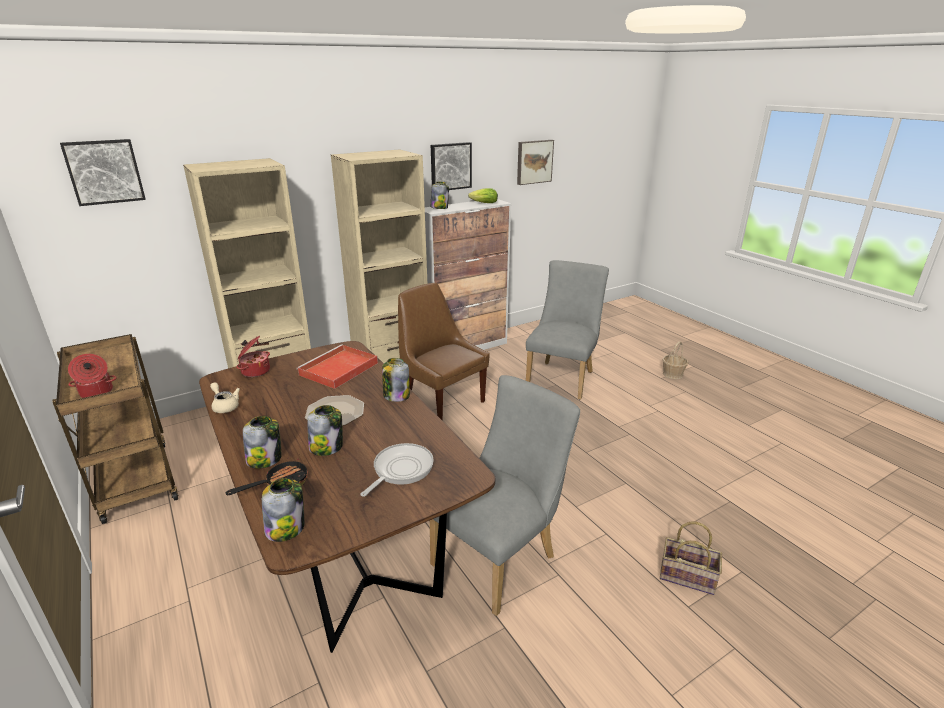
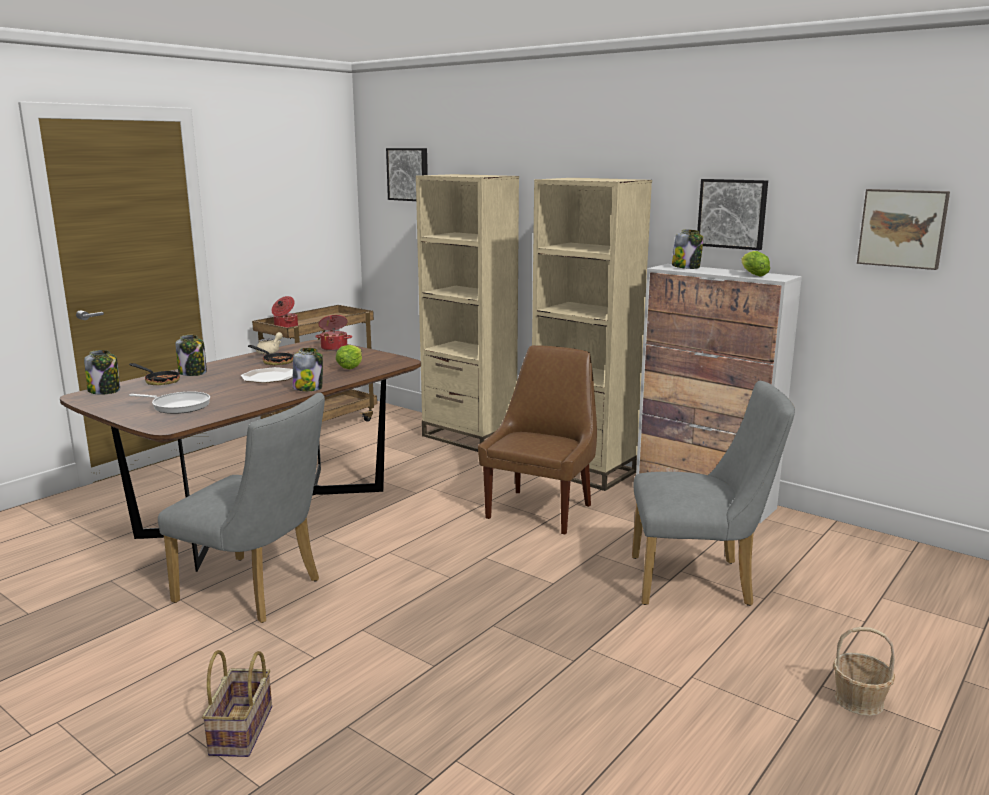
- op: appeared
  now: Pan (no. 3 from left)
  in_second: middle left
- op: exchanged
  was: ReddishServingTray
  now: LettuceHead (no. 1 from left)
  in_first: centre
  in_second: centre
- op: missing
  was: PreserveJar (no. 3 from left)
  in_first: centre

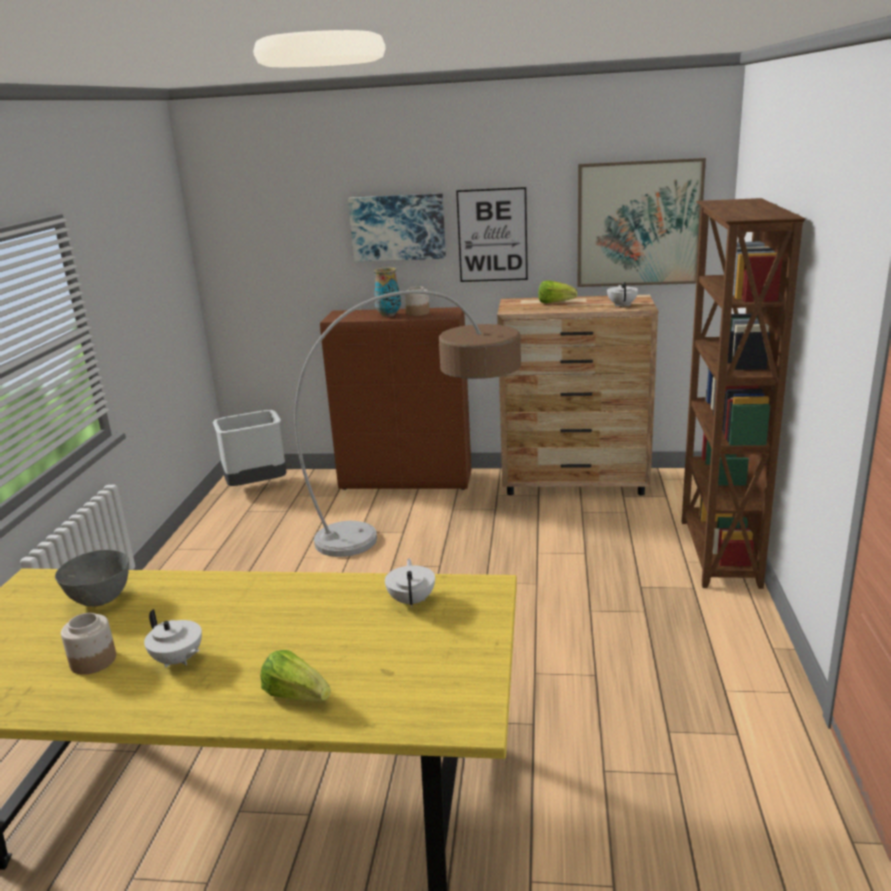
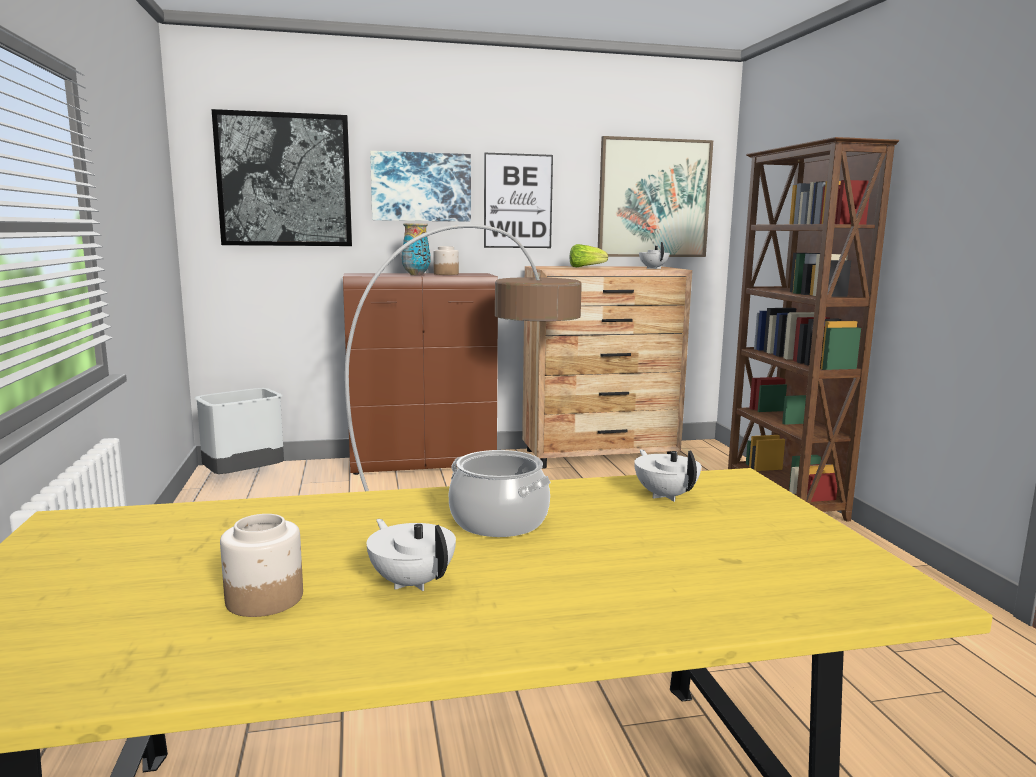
- op: appeared
  now: Picture (no. 1 from left)
  in_second: top left
- op: spun
  was: WhitishPotForTea (no. 1 from left)
  in_first: bottom left
  in_second: bottom centre
  clockwise: -150
- op: appeared
  now: CookingPot
  in_second: centre
- op: missing
  was: GreyishBowl
  in_first: middle left
- op: missing
  was: LettuceHead (no. 1 from left)
  in_first: bottom left

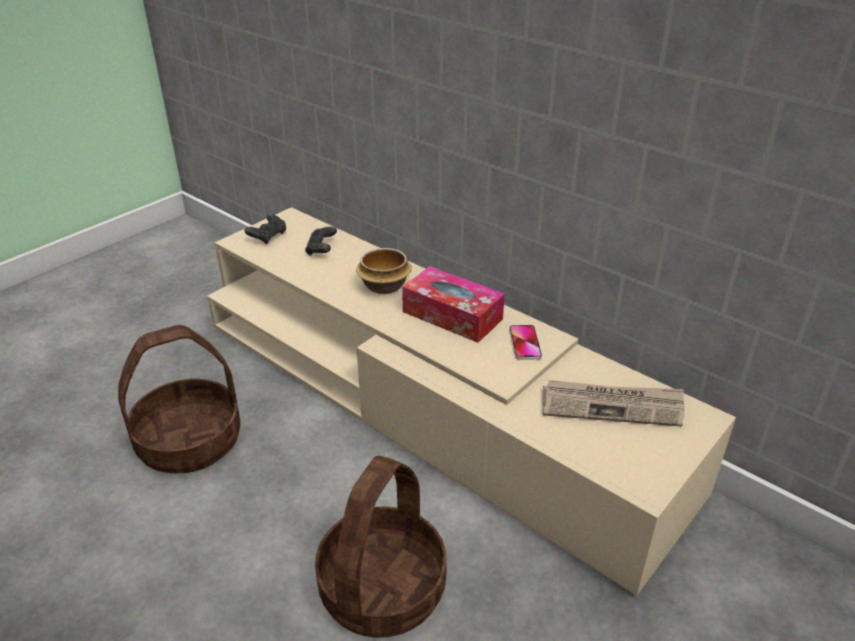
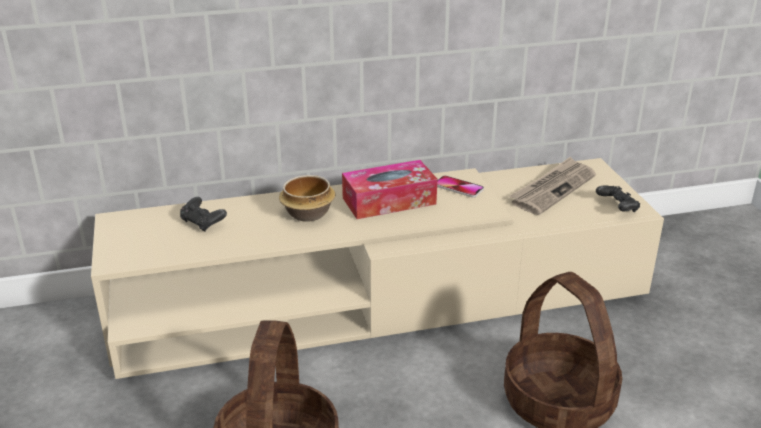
- op: relocated
  was: BlackishJoypad (no. 1 from left in the first image)
  now: BlackishJoypad (no. 2 from left)
  in_first: middle left
  in_second: middle right

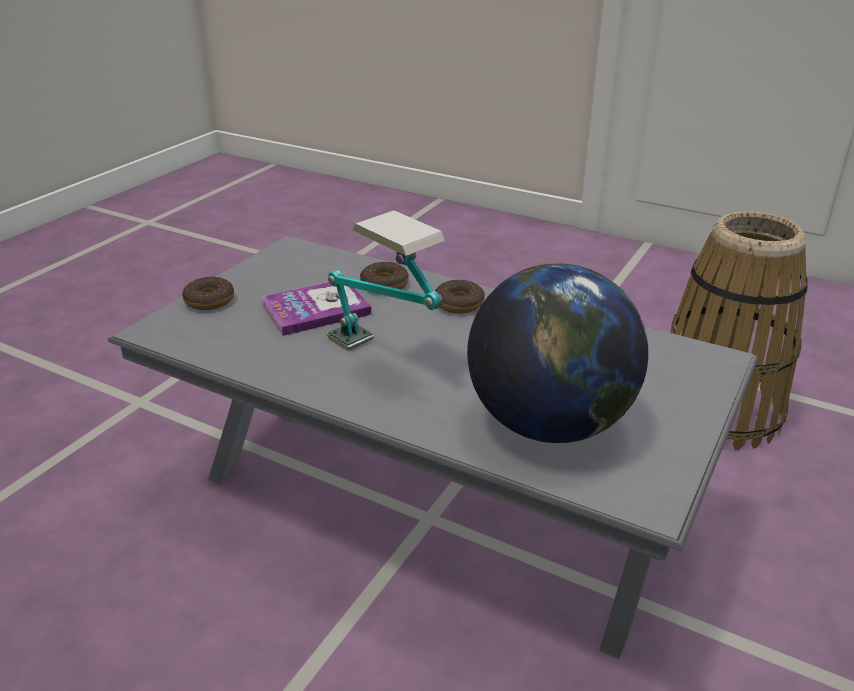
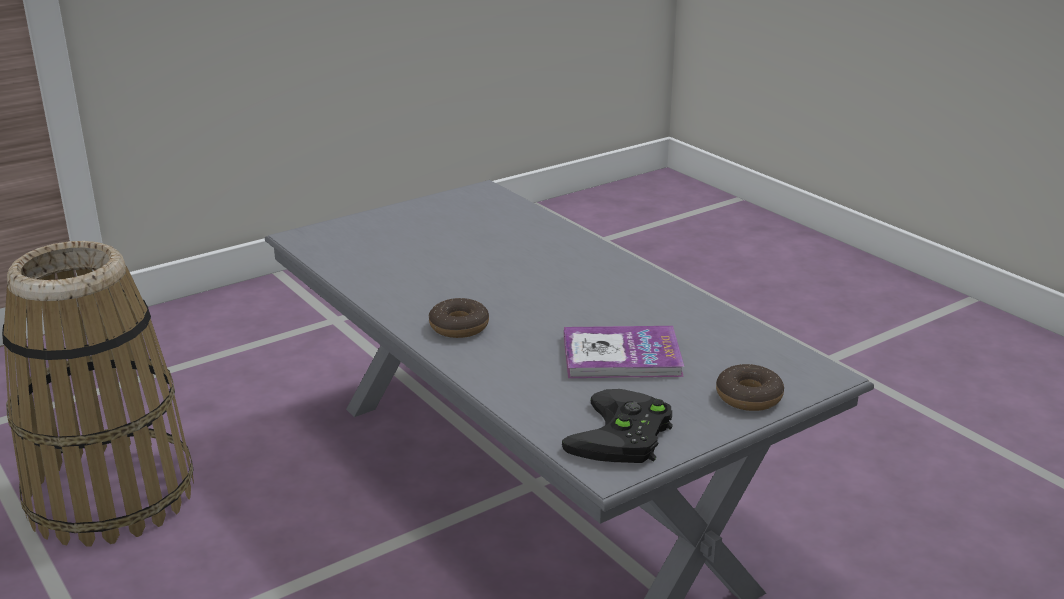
- op: appeared
  now: BlackishJoypad
  in_second: bottom centre
- op: missing
  was: TabletopLamp
  in_first: centre
- op: missing
  was: Doughnut (no. 2 from left)
  in_first: centre
- op: missing
  was: DeskGlobe
  in_first: centre

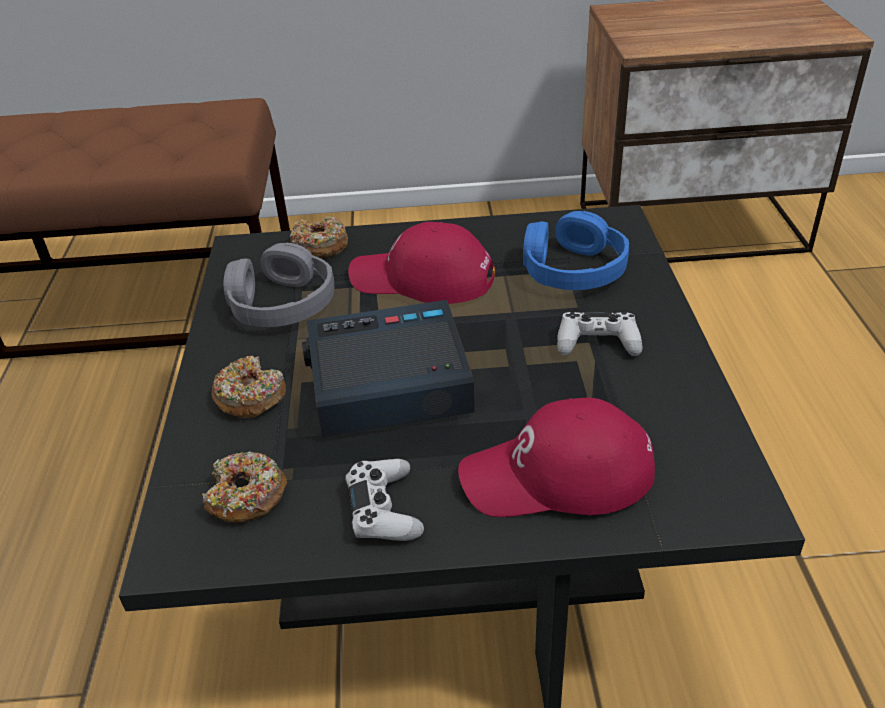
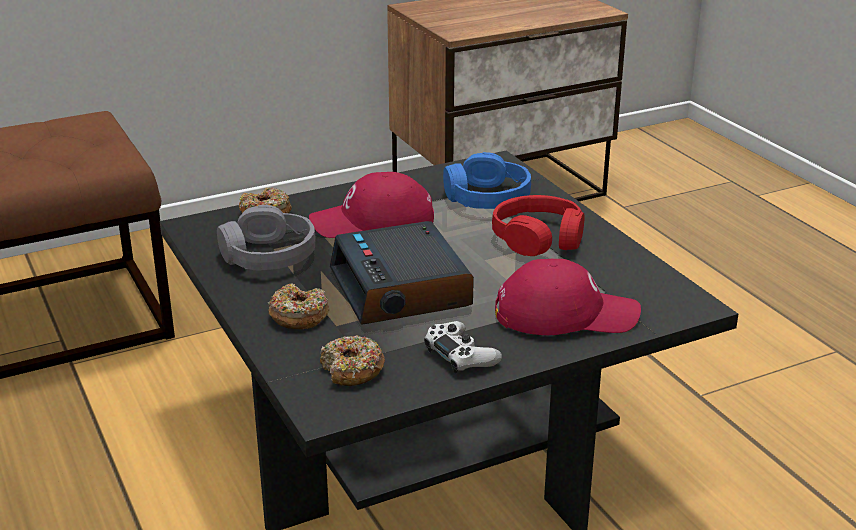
- op: spun
  was: BedsideClock
  in_first: centre
  in_second: centre
  clockwise: -75
- op: exchanged
  was: WhitishJoypad (no. 2 from left)
  now: ReddishHeadphones
  in_first: middle right
  in_second: centre
- op: spun
  was: ReddishPeakedCap (no. 2 from left)
  in_first: centre
  in_second: centre
  clockwise: -150

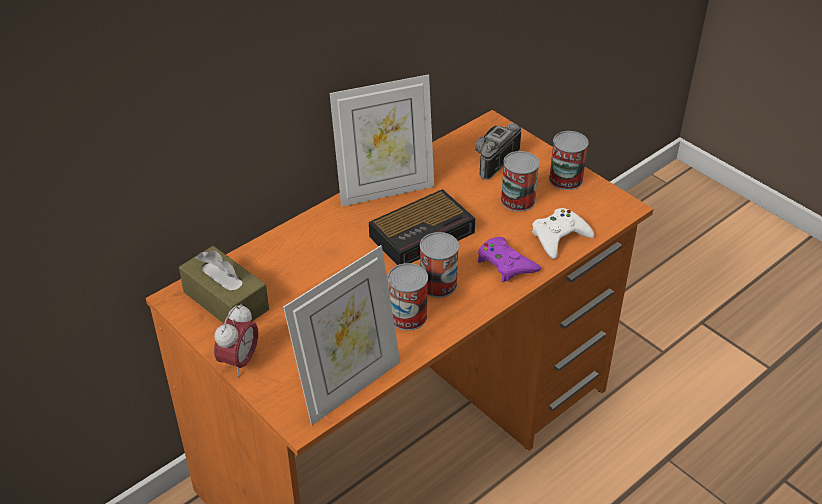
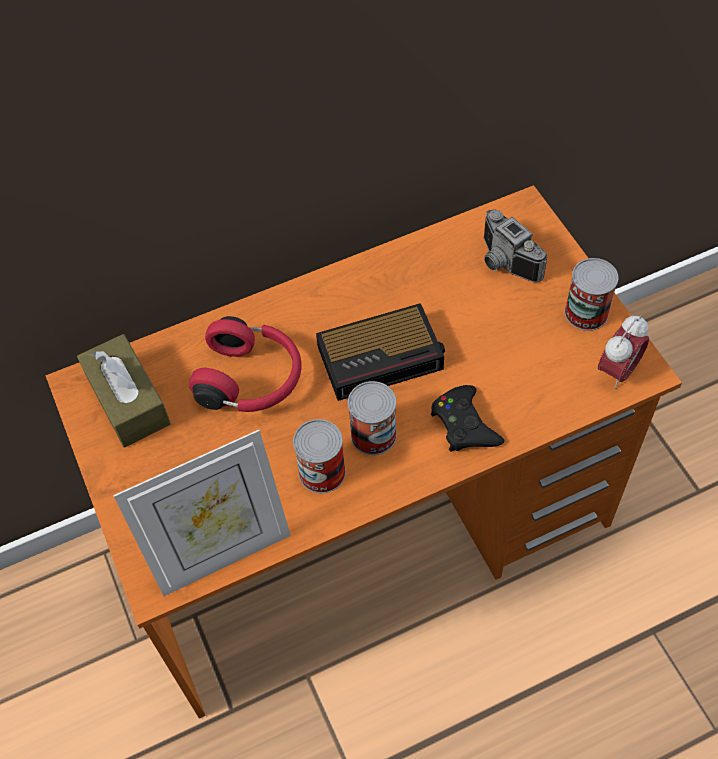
- op: appeared
  now: ReddishHeadphones
  in_second: centre
- op: colour
  was: PurplishJoypad
  now: BlackishJoypad
  in_first: centre
  in_second: centre
- op: spun
  was: PhotoCamera
  in_first: top centre
  in_second: top right
  clockwise: -90
- op: relocated
  was: BedsideClock (no. 1 from left in the first image)
  now: BedsideClock (no. 2 from left)
  in_first: bottom left
  in_second: middle right
- op: missing
  was: PictureFrame (no. 2 from left)
  in_first: top centre
- op: missing
  was: SealedCan (no. 3 from left)
  in_first: centre
- op: missing
  was: WhitishJoypad
  in_first: middle right

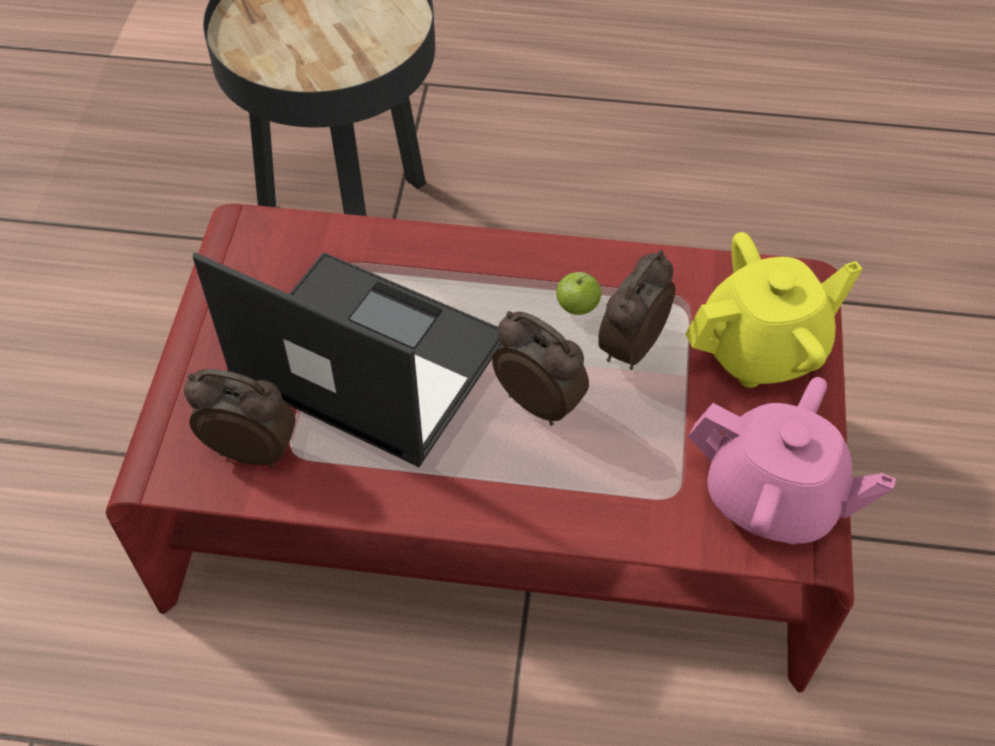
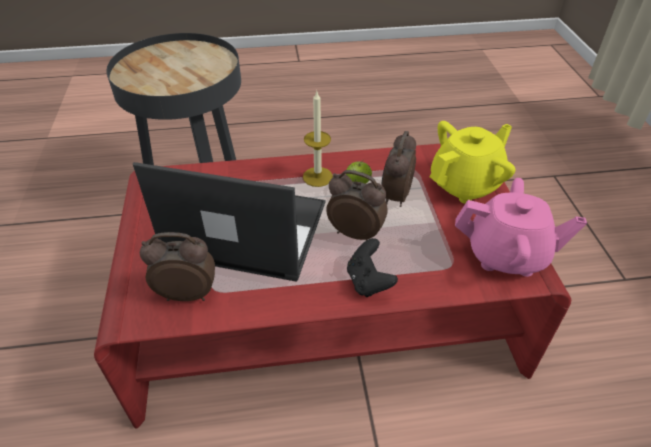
- op: appeared
  now: WaxLight
  in_second: top centre
- op: appeared
  now: BlackishJoypad
  in_second: centre

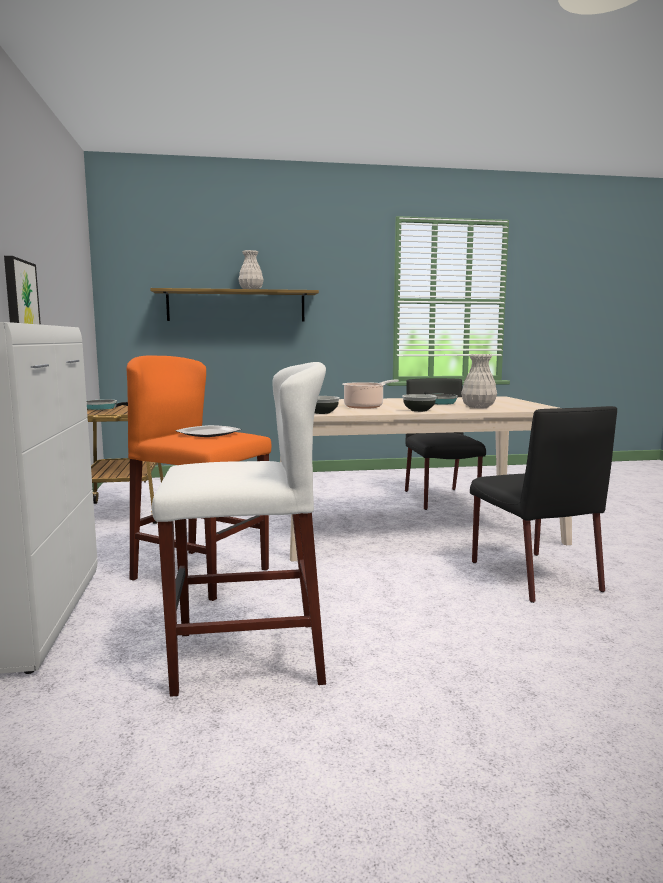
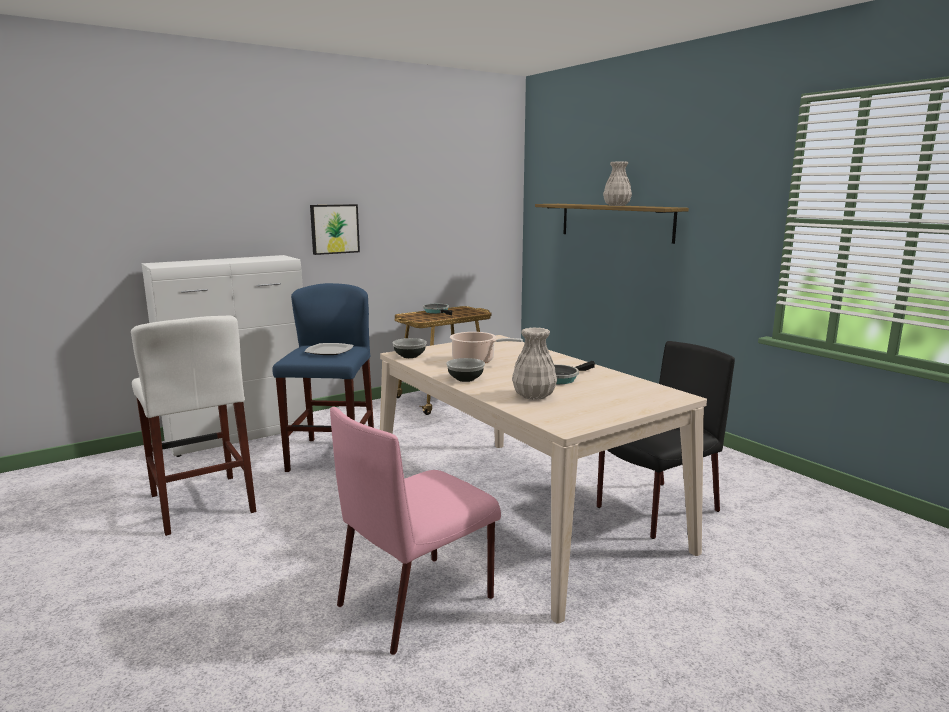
- op: colour
  was: OrangeSittingStool
  now: BluishSittingStool
  in_first: middle left
  in_second: centre
- op: colour
  was: BlackishUprightChair (no. 2 from left)
  now: PinkishUprightChair
  in_first: middle right
  in_second: bottom centre

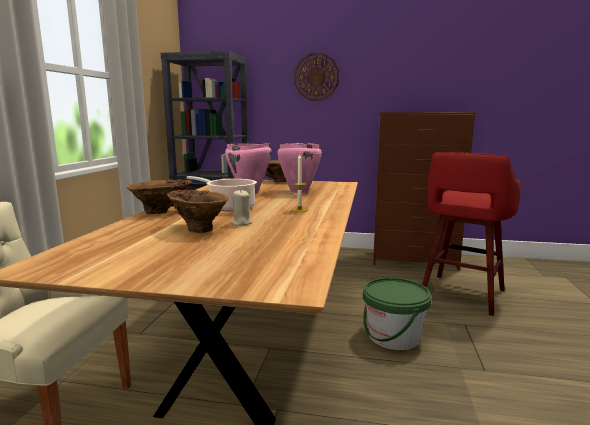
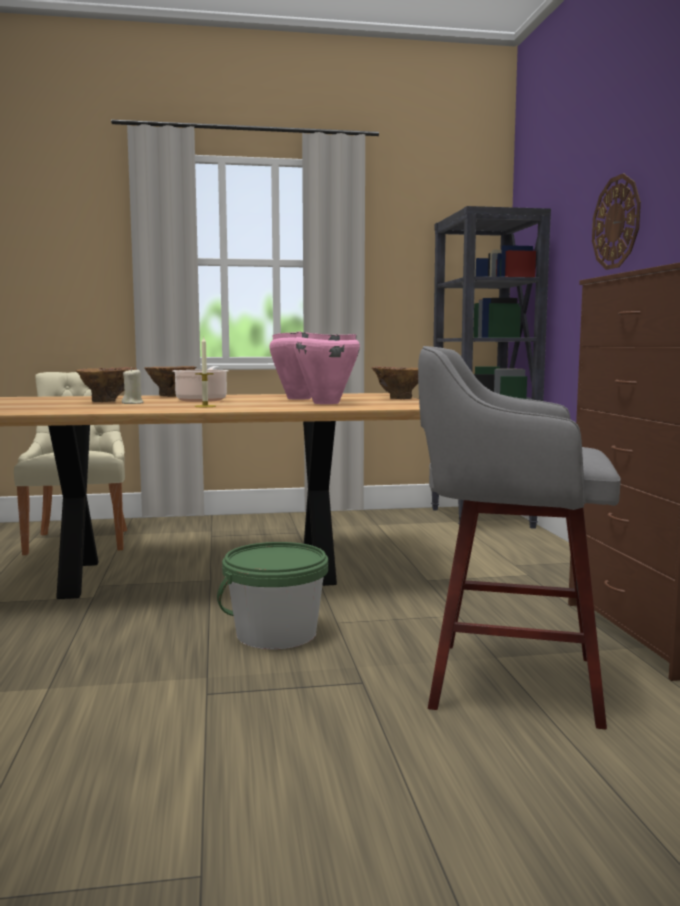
- op: colour
  was: ReddishSittingStool
  now: GreyishSittingStool
  in_first: middle right
  in_second: middle right

